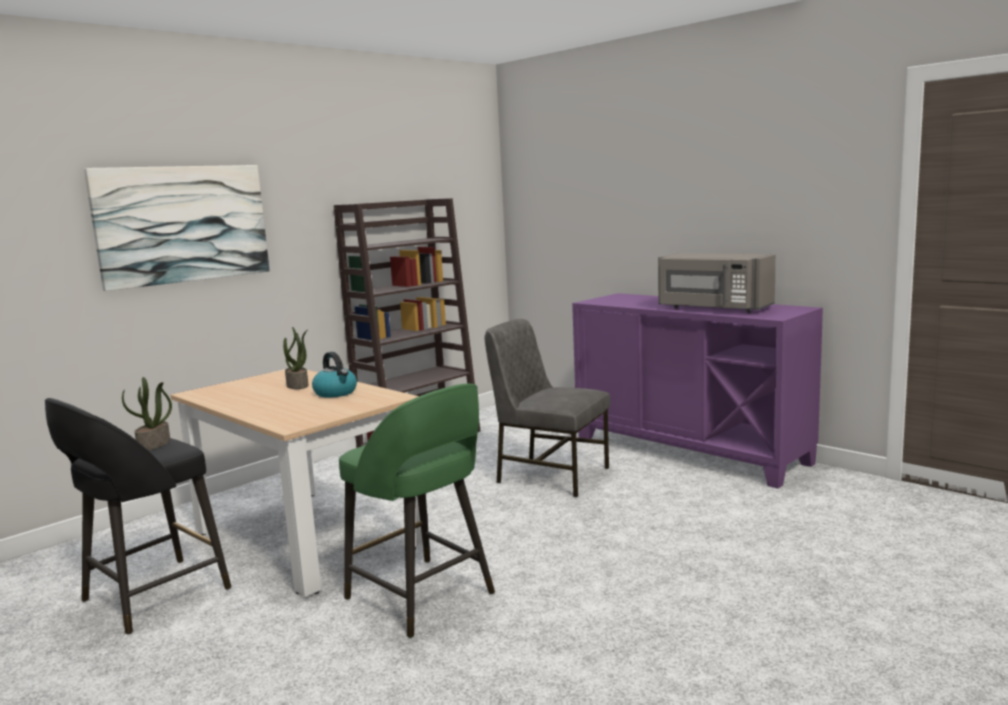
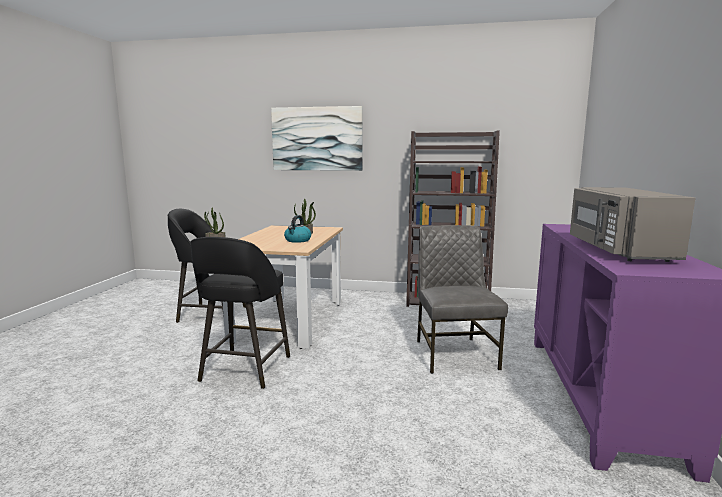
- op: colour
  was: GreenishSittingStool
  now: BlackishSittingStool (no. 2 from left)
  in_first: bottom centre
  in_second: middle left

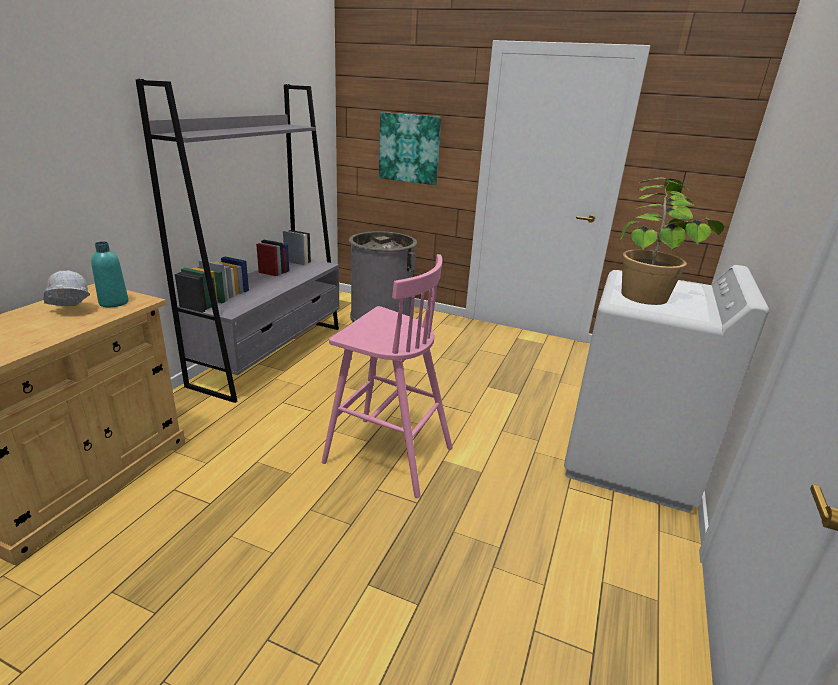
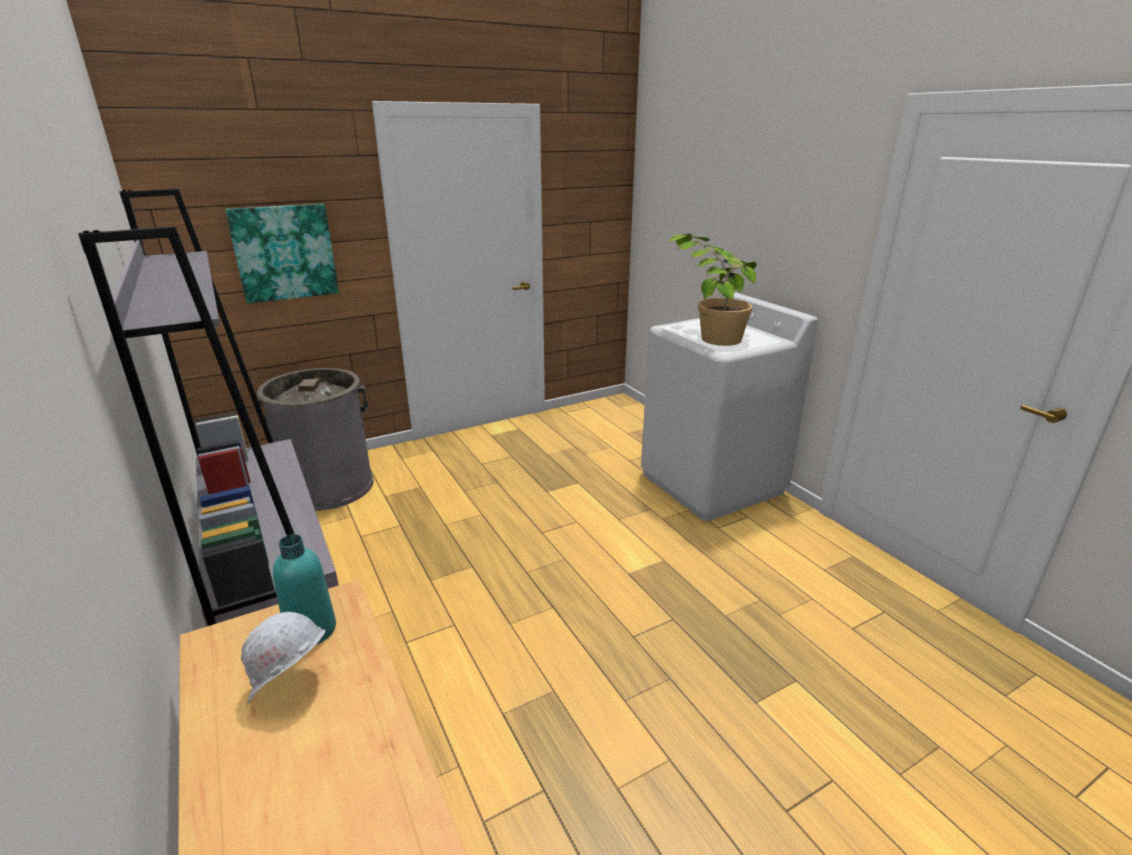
- op: missing
  was: PinkishSittingStool
  in_first: centre

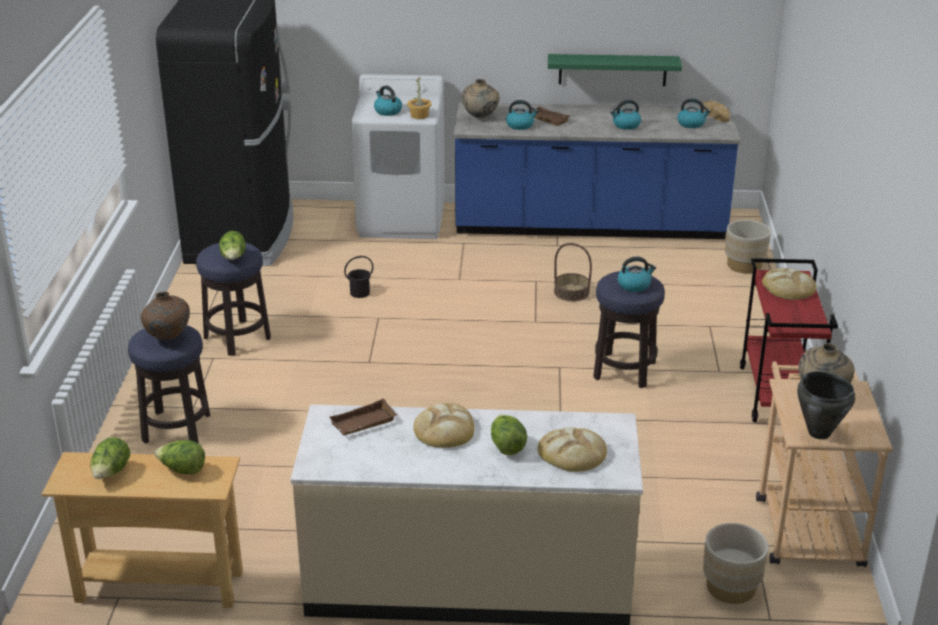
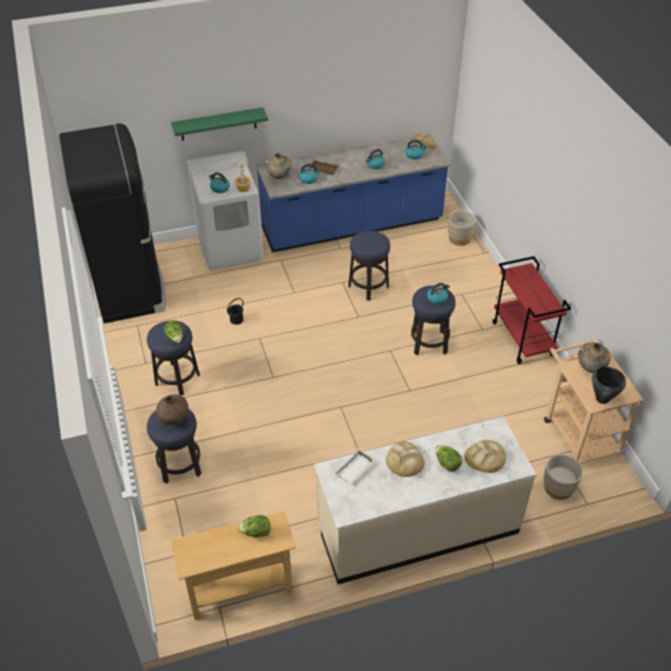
- op: relocated
  was: GreenishWallShelf
  in_first: top centre
  in_second: top left
- op: colour
  was: BrownishServingTray (no. 1 from left)
  now: WhitishServingTray
  in_first: bottom centre
  in_second: bottom centre
- op: exchanged
  was: StorageBasket
  now: SittingStool (no. 3 from left)
  in_first: centre
  in_second: centre
- op: missing
  was: LettuceHead (no. 1 from left)
  in_first: bottom left
- op: missing
  was: Bread (no. 4 from left)
  in_first: middle right

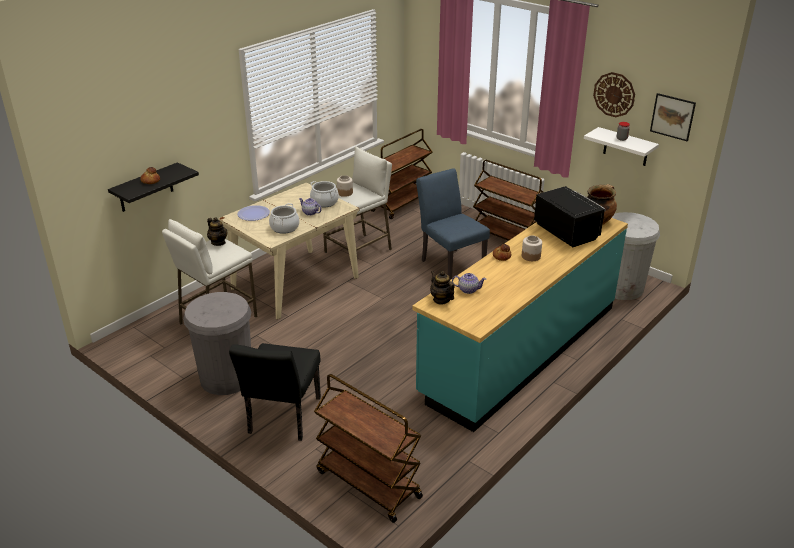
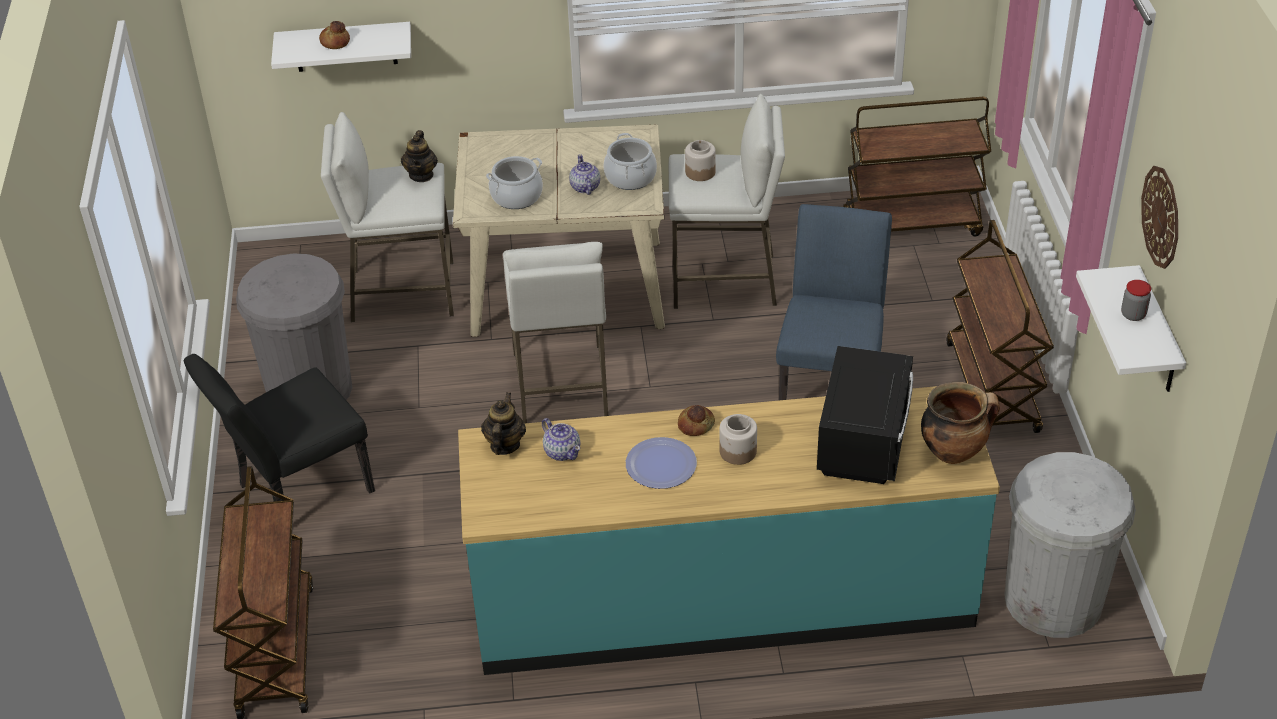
- op: colour
  was: BlackishWallShelf
  now: WhitishWallShelf (no. 1 from left)
  in_first: middle left
  in_second: top left
- op: appeared
  now: WhitishSittingStool (no. 2 from left)
  in_second: centre
- op: relocated
  was: DinnerPlate
  in_first: middle left
  in_second: centre
- op: missing
  was: Picture
  in_first: top right

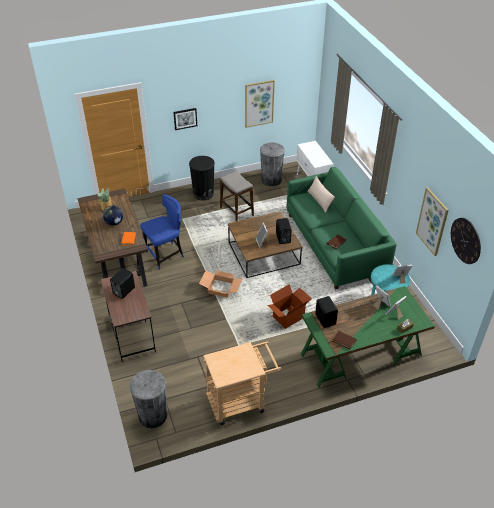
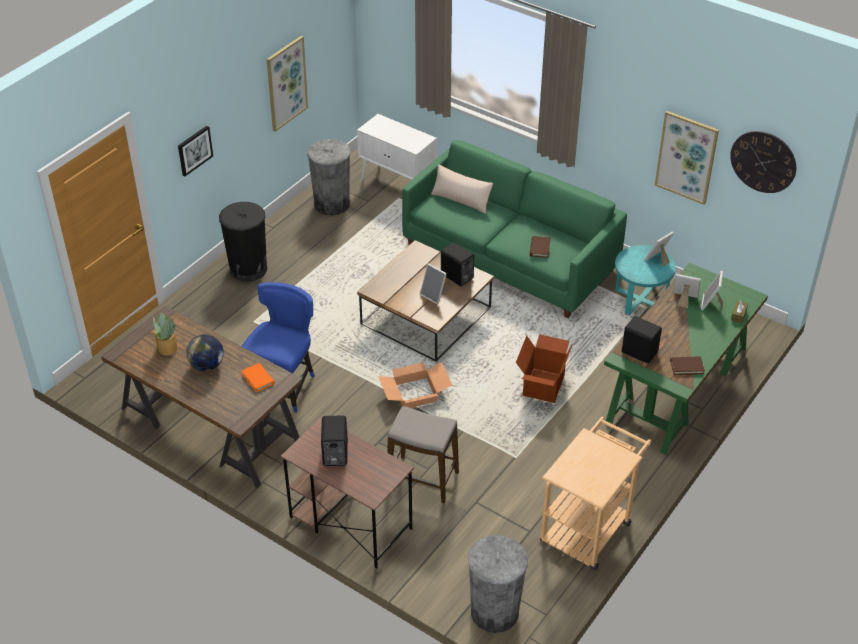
- op: relocated
  was: SittingStool
  in_first: centre
  in_second: bottom centre

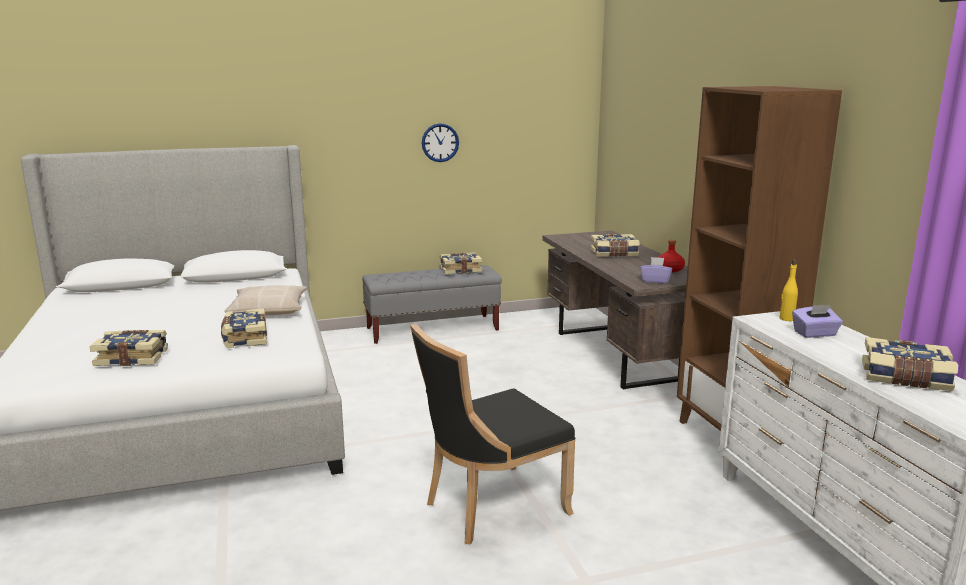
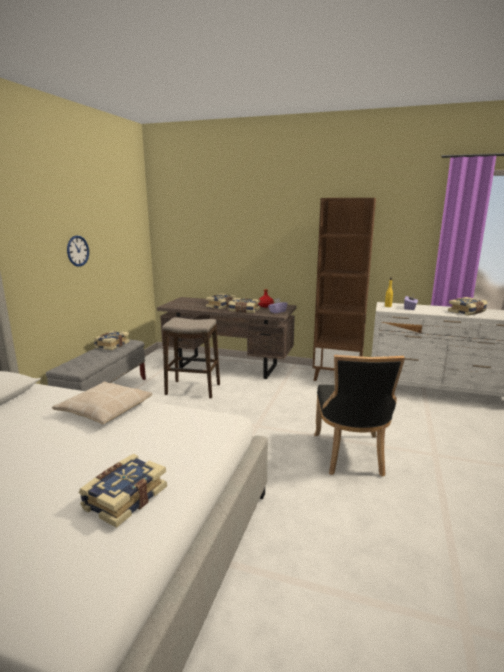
- op: appeared
  now: SittingStool
  in_second: centre
- op: relocated
  was: BoundBook (no. 2 from left in the first image)
  now: BoundBook (no. 4 from left)
  in_first: middle left
  in_second: centre

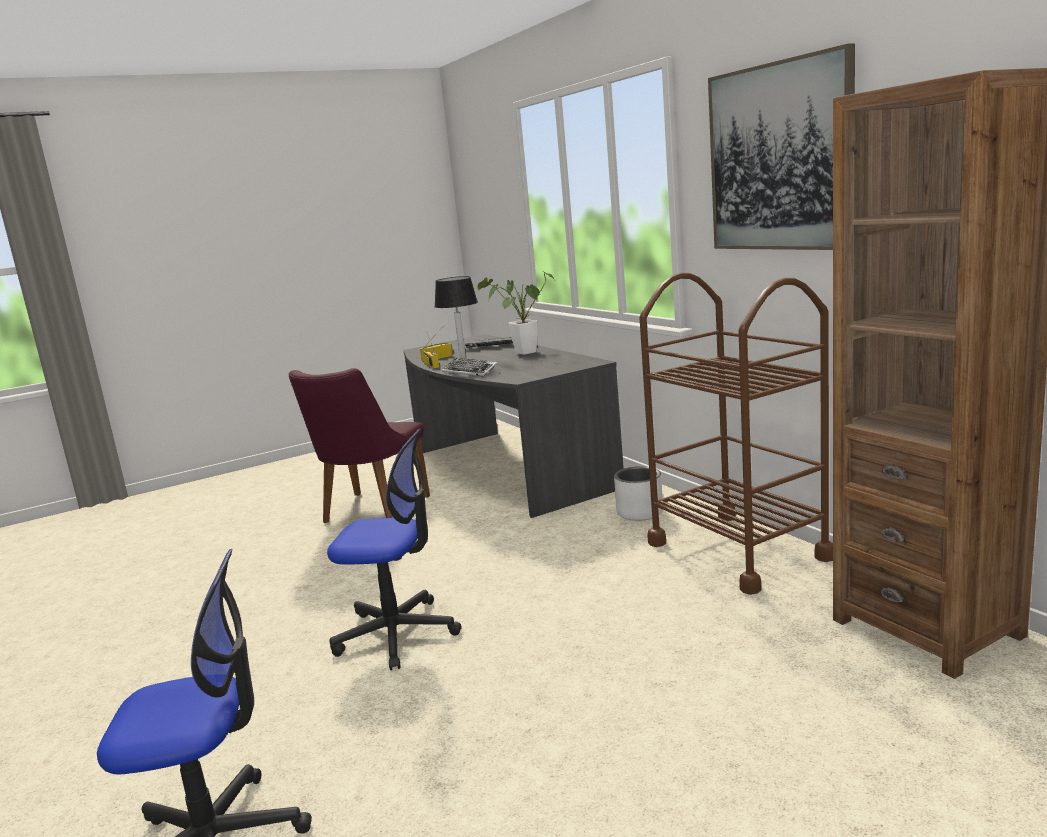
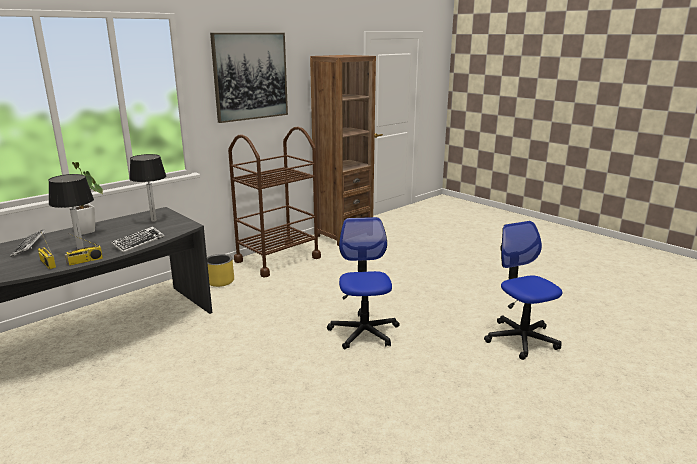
- op: appeared
  now: TabletopLamp (no. 2 from left)
  in_second: middle left
- op: colour
  was: WhitishPlanter
  now: YellowPlanter
  in_first: centre
  in_second: middle left
- op: missing
  was: PurplishUprightChair
  in_first: centre

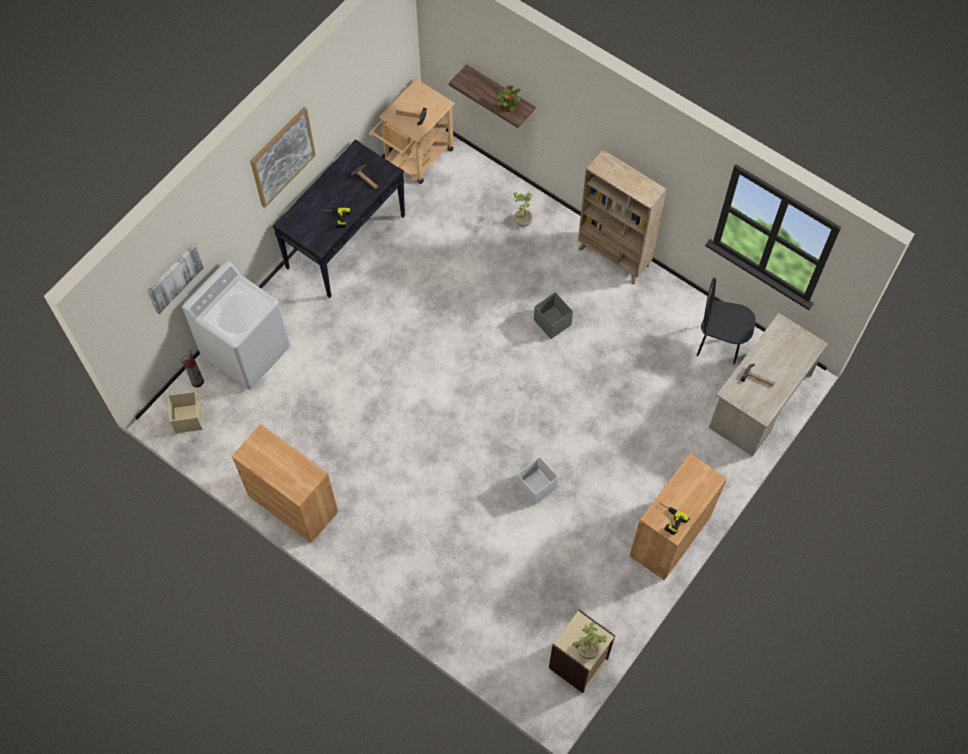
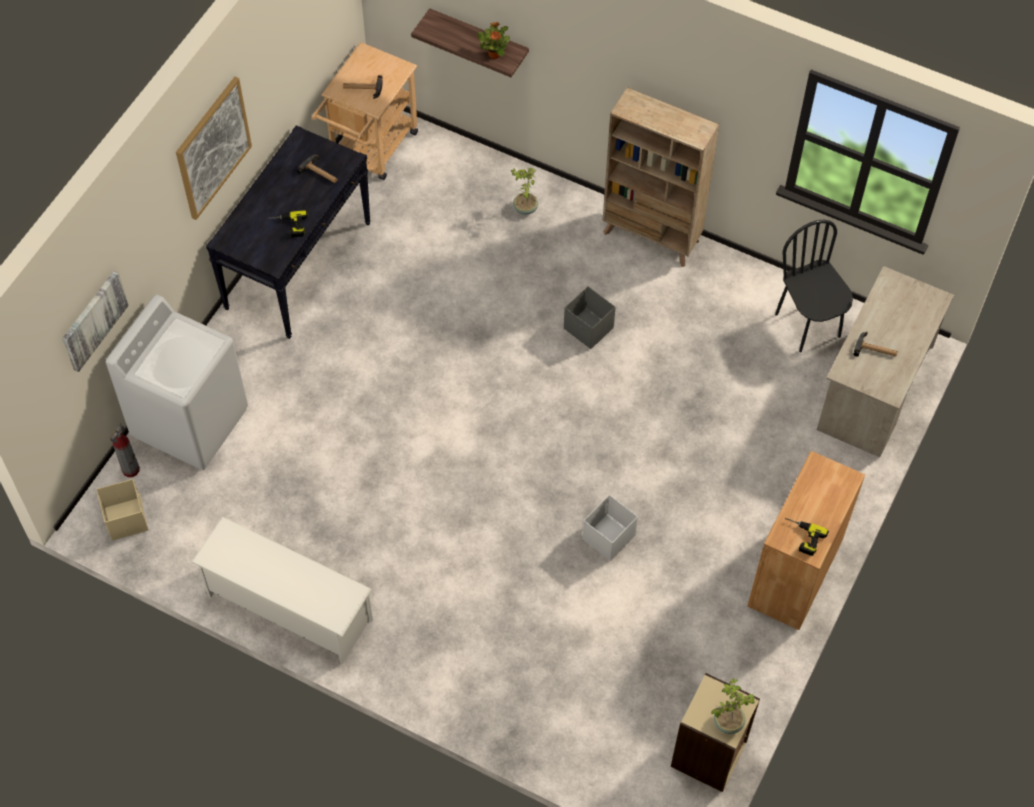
- op: exchanged
  was: BrownishStorageCabinet (no. 1 from left)
  now: WhitishShoeStand
  in_first: middle left
  in_second: bottom left
- op: spun
  was: BlackishUprightChair
  in_first: middle right
  in_second: middle right
  clockwise: 60

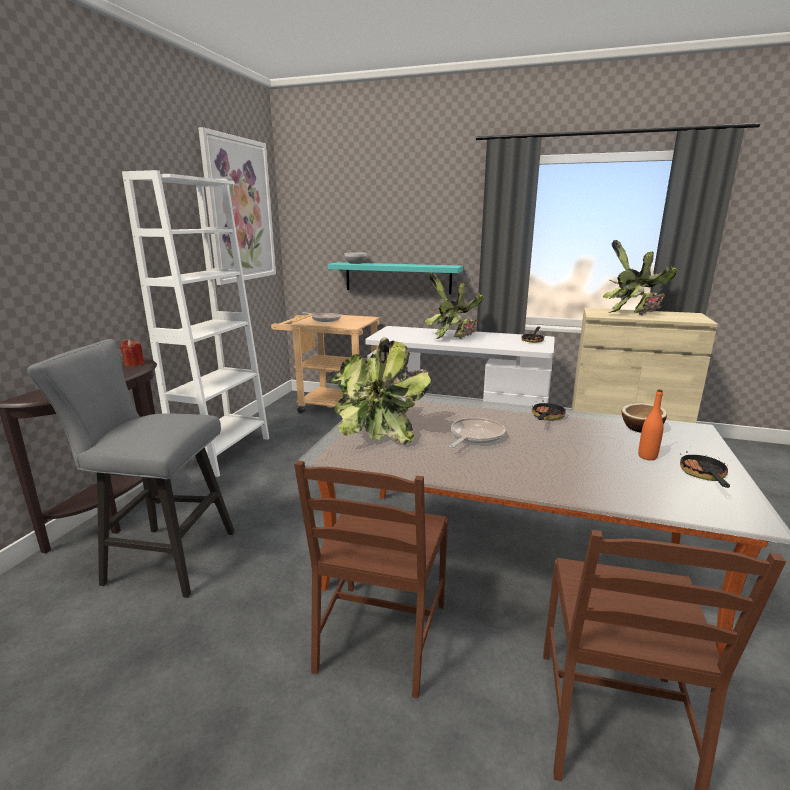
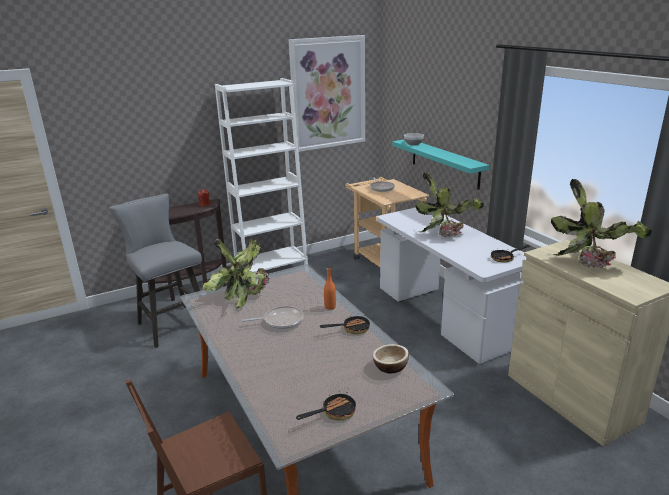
- op: relocated
  was: OrangeBottle
  in_first: middle right
  in_second: centre
- op: missing
  was: BrownishUprightChair (no. 1 from left)
  in_first: bottom centre

